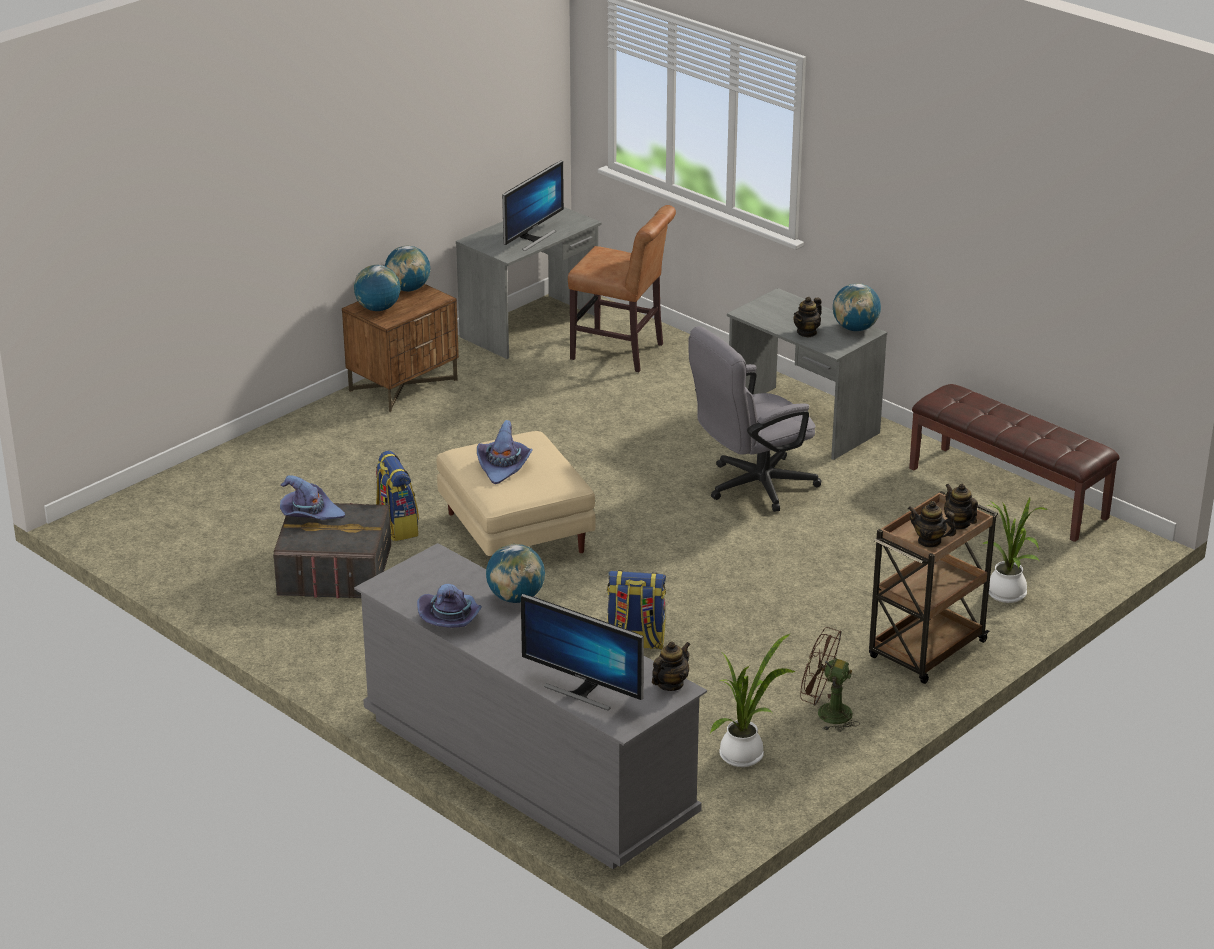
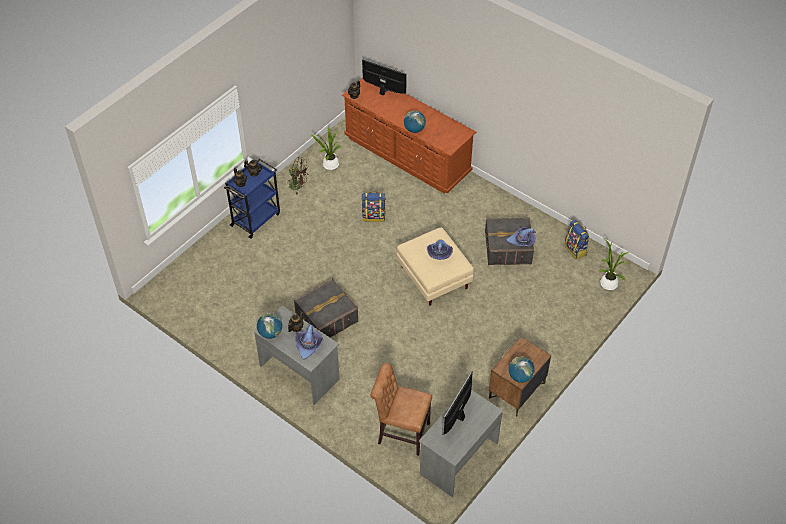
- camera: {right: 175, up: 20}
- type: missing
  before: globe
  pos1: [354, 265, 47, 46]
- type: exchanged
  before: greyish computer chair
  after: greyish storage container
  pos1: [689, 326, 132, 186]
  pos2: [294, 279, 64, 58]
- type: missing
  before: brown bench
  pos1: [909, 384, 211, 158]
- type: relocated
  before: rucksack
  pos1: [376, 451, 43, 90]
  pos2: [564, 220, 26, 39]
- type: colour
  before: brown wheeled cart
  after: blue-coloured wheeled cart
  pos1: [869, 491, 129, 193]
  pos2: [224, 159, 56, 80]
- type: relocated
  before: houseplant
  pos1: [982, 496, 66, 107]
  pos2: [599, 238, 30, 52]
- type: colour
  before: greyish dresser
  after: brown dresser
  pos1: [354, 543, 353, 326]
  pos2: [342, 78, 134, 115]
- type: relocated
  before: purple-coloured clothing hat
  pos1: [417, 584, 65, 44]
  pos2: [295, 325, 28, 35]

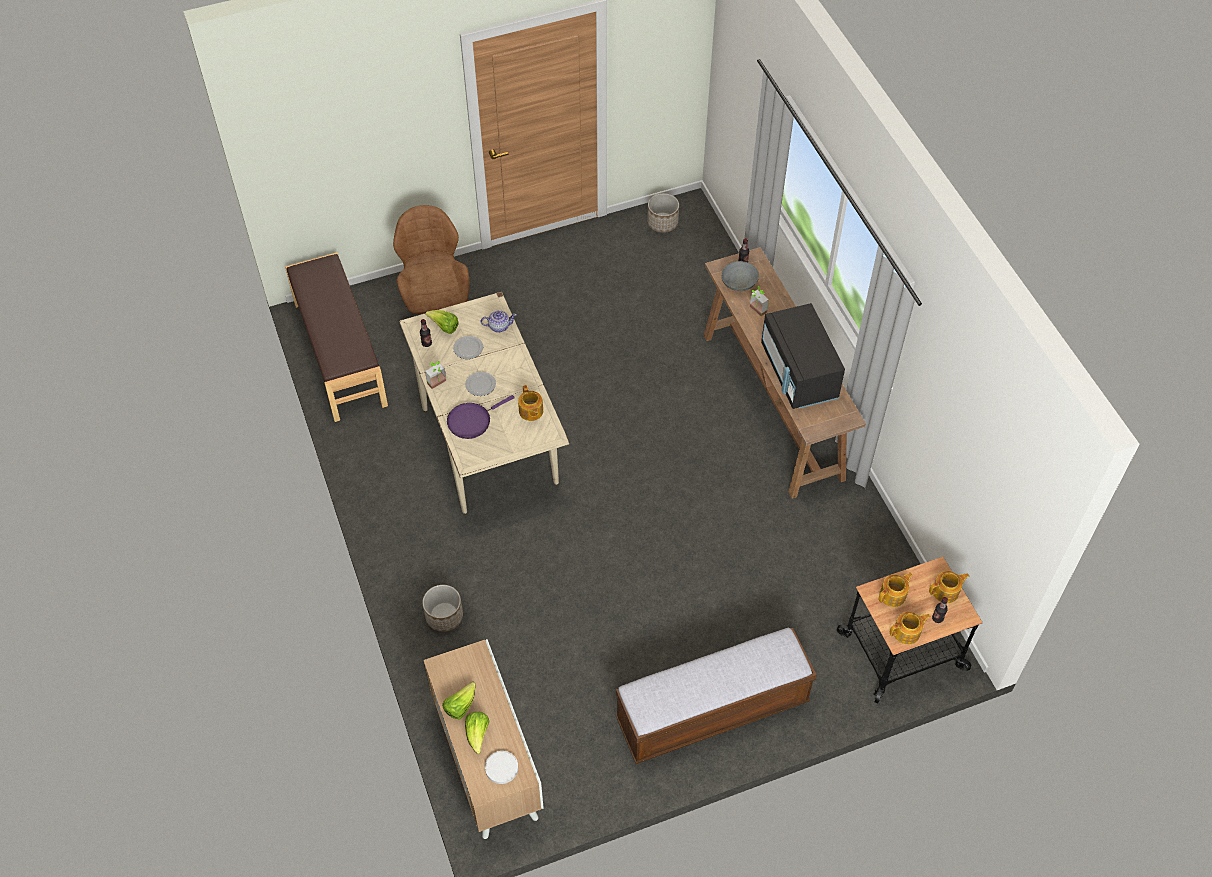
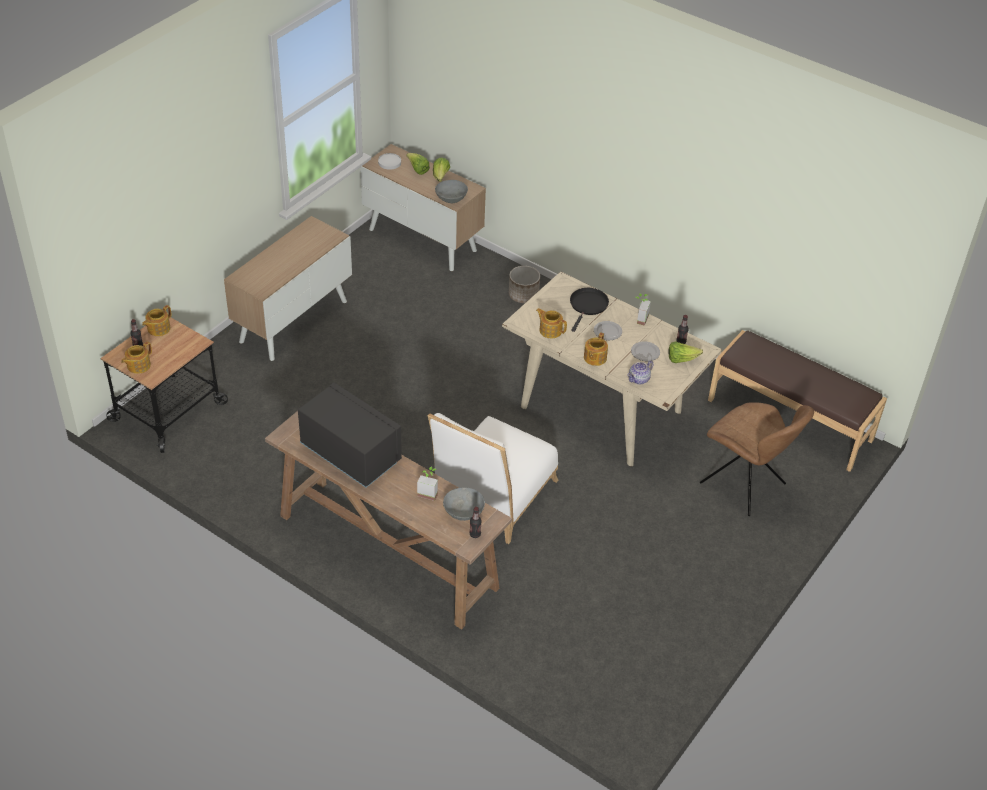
- camera: {right: 145, up: -10}
- type: missing
  before: plant pot
  pos1: [647, 193, 32, 40]
- type: colour
  before: purple-coloured frying pan
  after: black-coloured frying pan
  pos1: [447, 395, 68, 44]
  pos2: [570, 288, 39, 44]
- type: relocated
  before: tea pot
  pos1: [878, 573, 35, 34]
  pos2: [584, 332, 24, 34]
- type: exchanged
  before: bench
  after: storage cabinet
  pos1: [616, 628, 201, 136]
  pos2: [224, 216, 128, 145]
- type: appeared
  after: greyish deep dish
  pos2: [435, 180, 33, 23]
- type: appeared
  after: white-coloured chair
  pos2: [427, 413, 131, 131]

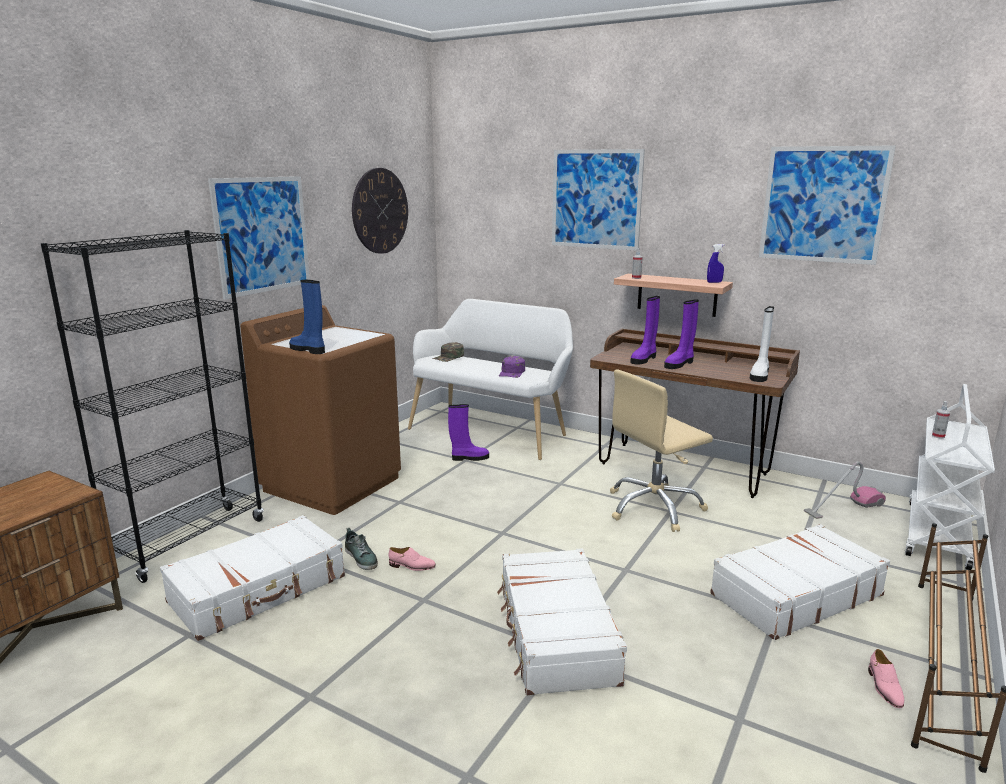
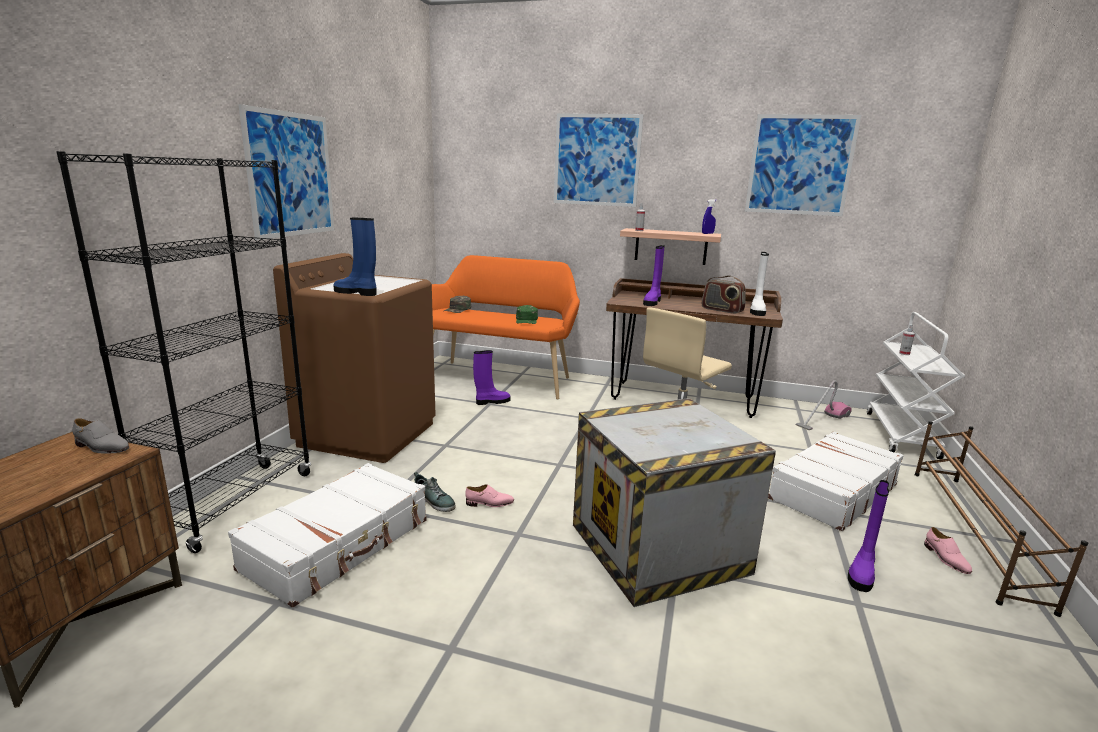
- camera: {right: -15, up: 0}
- type: missing
  before: hanging clock
  pos1: [352, 168, 56, 86]
- type: colour
  before: white-coloured bench
  after: orange-coloured bench
  pos1: [408, 299, 165, 161]
  pos2: [432, 255, 148, 145]
- type: relocated
  before: purple-coloured high-top boot
  pos1: [664, 299, 35, 70]
  pos2: [848, 480, 41, 112]
- type: colour
  before: purple-coloured baseball cap
  after: green baseball cap
  pos1: [499, 356, 26, 22]
  pos2: [516, 305, 22, 19]
- type: exchanged
  before: white-coloured travel case
  after: packing crate
  pos1: [497, 548, 130, 147]
  pos2: [573, 398, 203, 209]
- type: appeared
  after: radio set
  pos2: [702, 275, 44, 39]
- type: appeared
  after: greyish item of footwear
  pos2: [72, 418, 57, 35]

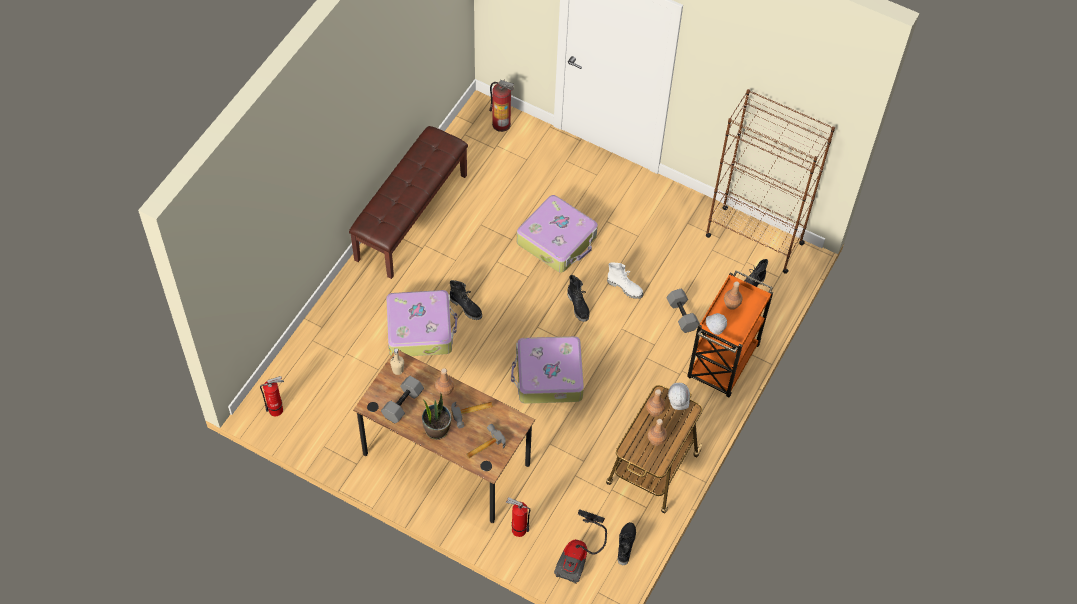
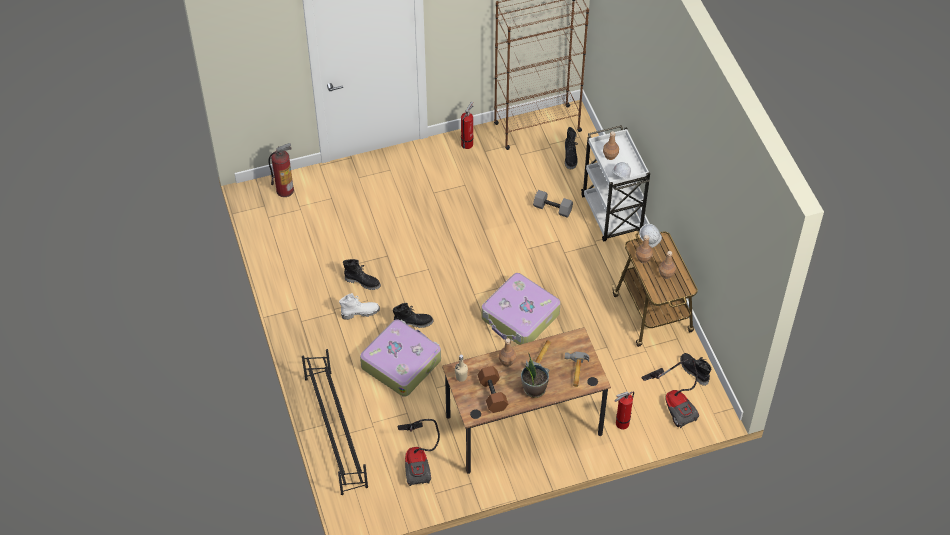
- camera: {right: -45, up: -5}
- type: missing
  before: brown bench
  pos1: [349, 126, 119, 153]
- type: missing
  before: travel case
  pos1: [517, 195, 81, 78]
- type: relocated
  before: white-coloured high-top boot
  pos1: [607, 263, 36, 36]
  pos2: [339, 293, 41, 27]
- type: colour
  before: orange-coloured wheeled cart
  after: white-coloured wheeled cart
  pos1: [687, 270, 86, 127]
  pos2: [581, 125, 69, 117]
- type: relocated
  before: black-coloured high-top boot
  pos1: [567, 275, 22, 47]
  pos2: [343, 259, 38, 31]
- type: relocated
  before: fire-fighting cylinder
  pos1: [260, 376, 24, 40]
  pos2: [461, 102, 13, 47]
- type: colour
  before: greyish free weight
  after: brown free weight
  pos1: [381, 376, 43, 48]
  pos2: [477, 366, 31, 47]
- type: appeared
  after: black-coloured shoe stand
  pos2: [302, 349, 66, 146]
- type: appeared
  after: vacuum
  pos2: [398, 419, 42, 67]

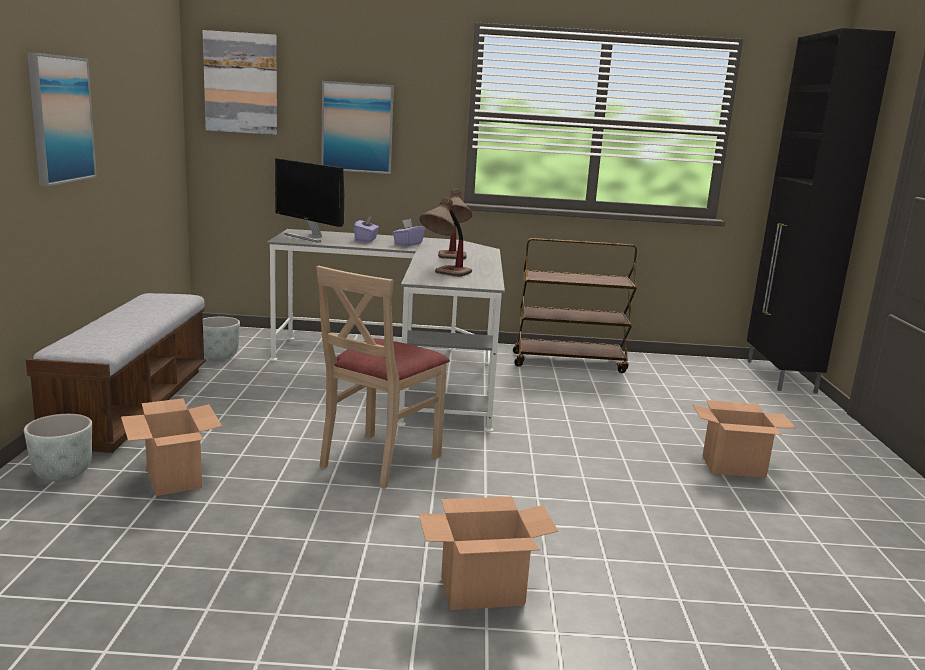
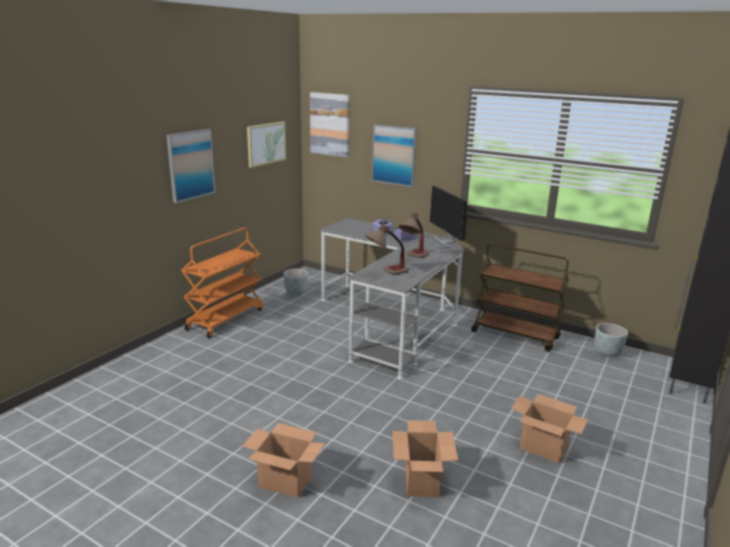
- camera: {right: 30, up: 5}
- type: relocated
  before: computer display
  pos1: [275, 158, 69, 84]
  pos2: [430, 186, 37, 62]
- type: missing
  before: beige-coloured chair
  pos1: [316, 266, 134, 223]
- type: exchanged
  before: bench
  after: orange-coloured wheeled cart
  pos1: [26, 293, 180, 160]
  pos2: [181, 228, 82, 110]
- type: relocated
  before: cardboard box
  pos1: [121, 398, 101, 98]
  pos2: [392, 420, 66, 77]
- type: relocated
  before: greyish plant pot
  pos1: [24, 414, 68, 68]
  pos2: [595, 323, 33, 34]
- type: appeared
  after: picture
  pos2: [247, 121, 39, 47]

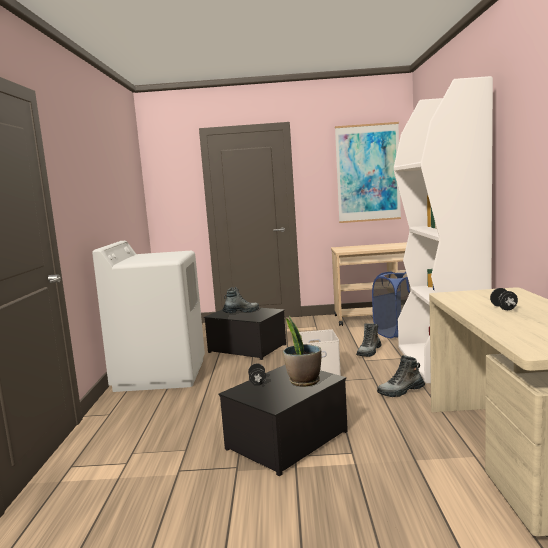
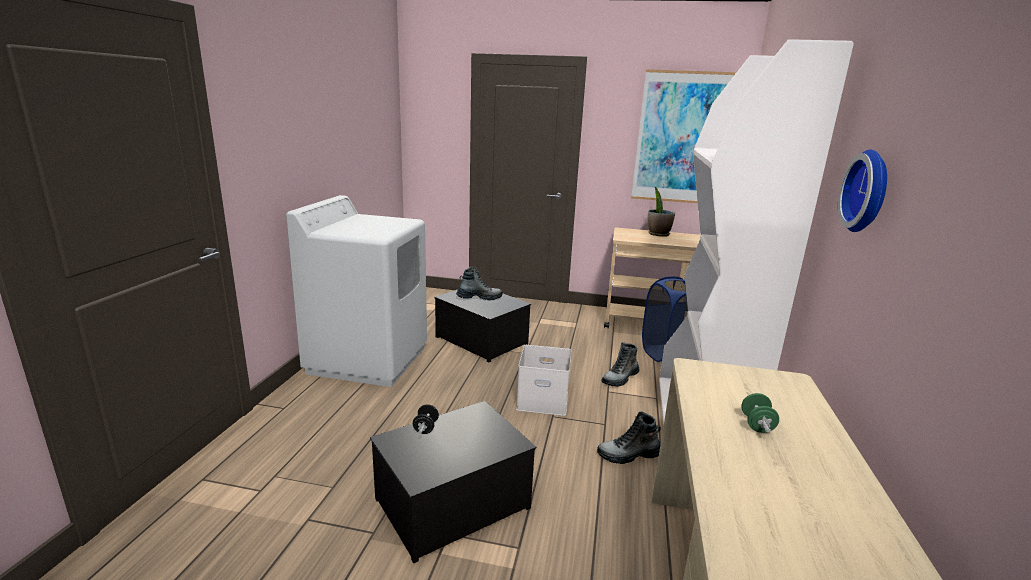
- camera: {right: 10, up: 10}
- type: colour
  before: black-coloured free weight
  after: green free weight
  pos1: [490, 288, 28, 22]
  pos2: [741, 393, 38, 40]
- type: relocated
  before: houseplant
  pos1: [283, 316, 38, 71]
  pos2: [648, 187, 27, 50]
- type: appeared
  after: hanging clock
  pos2: [838, 150, 49, 82]

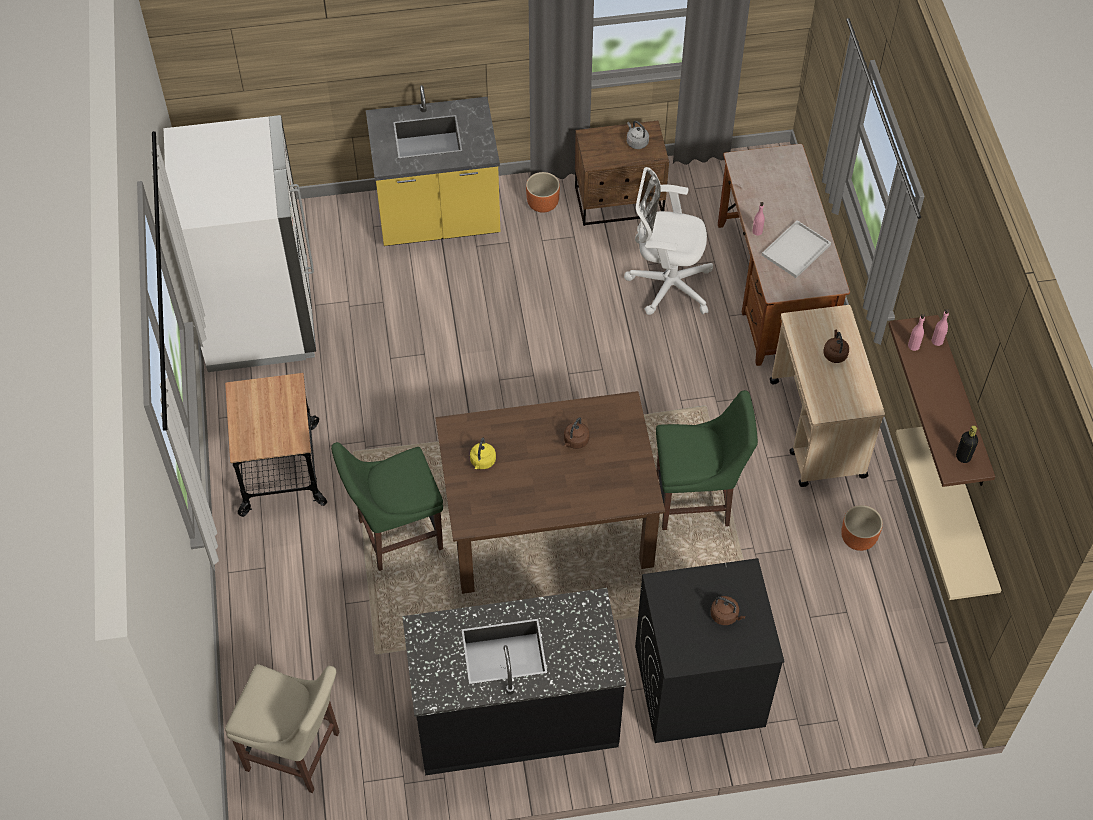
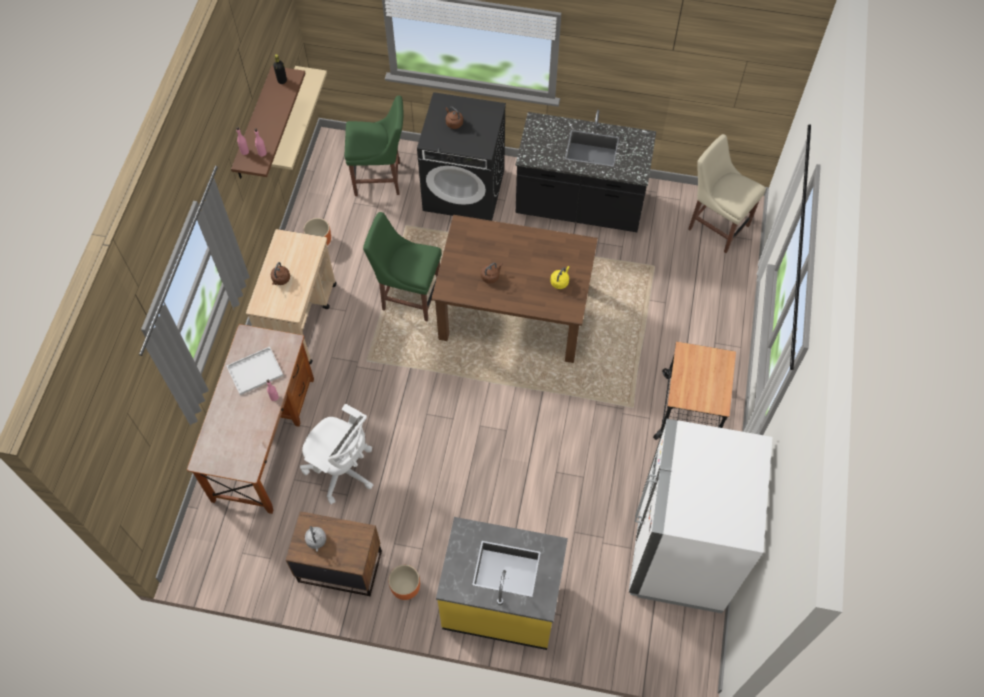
- camera: {right: -160, up: 5}
- type: relocated
  before: green chair
  pos1: [331, 442, 112, 129]
  pos2: [344, 96, 59, 100]

